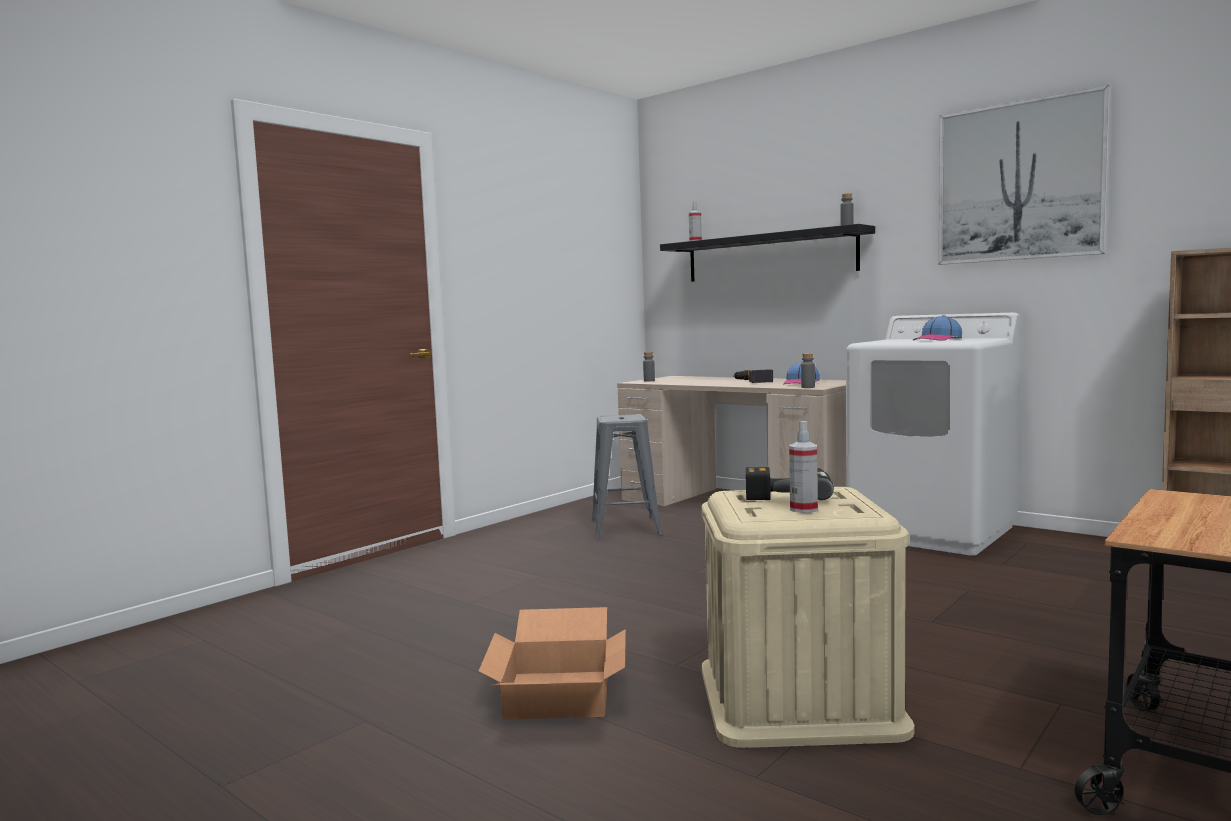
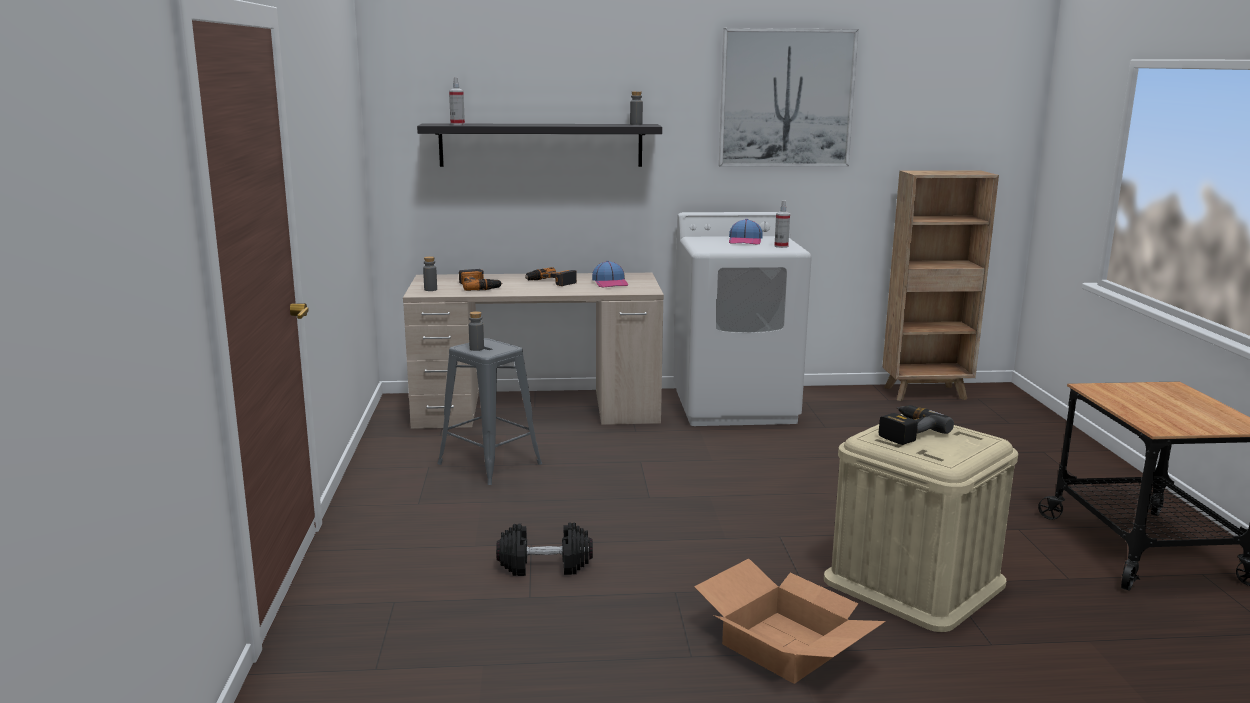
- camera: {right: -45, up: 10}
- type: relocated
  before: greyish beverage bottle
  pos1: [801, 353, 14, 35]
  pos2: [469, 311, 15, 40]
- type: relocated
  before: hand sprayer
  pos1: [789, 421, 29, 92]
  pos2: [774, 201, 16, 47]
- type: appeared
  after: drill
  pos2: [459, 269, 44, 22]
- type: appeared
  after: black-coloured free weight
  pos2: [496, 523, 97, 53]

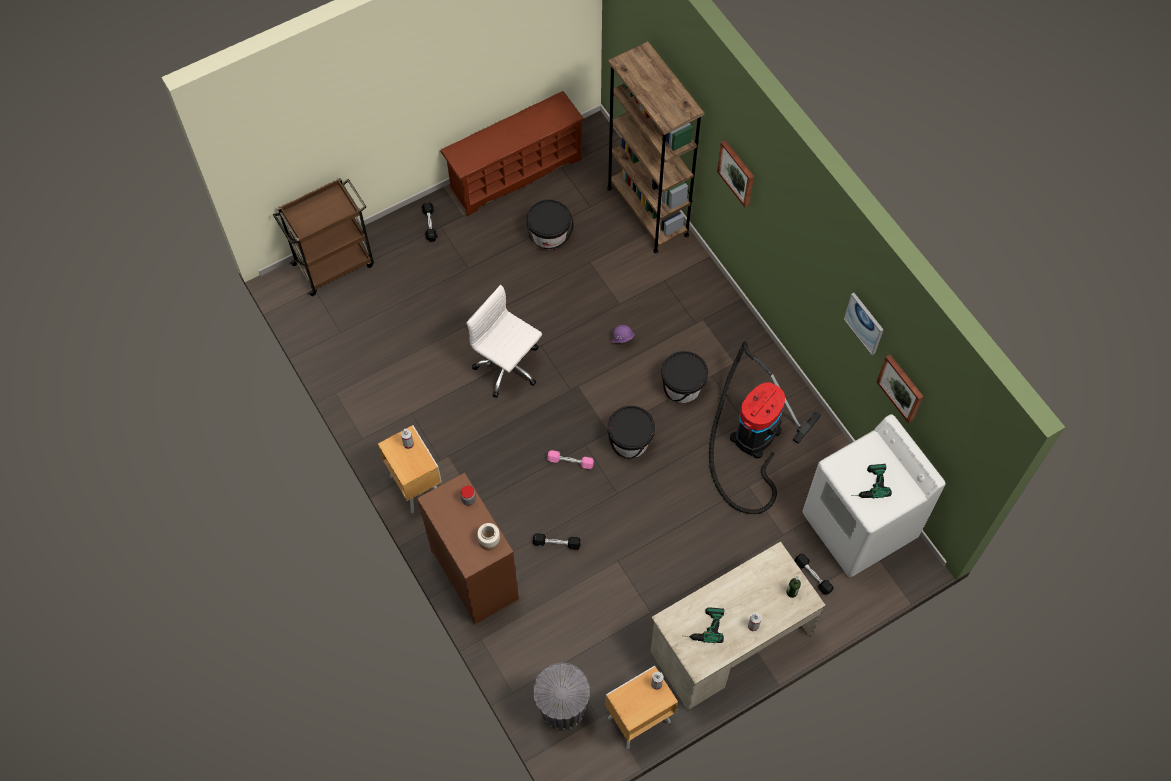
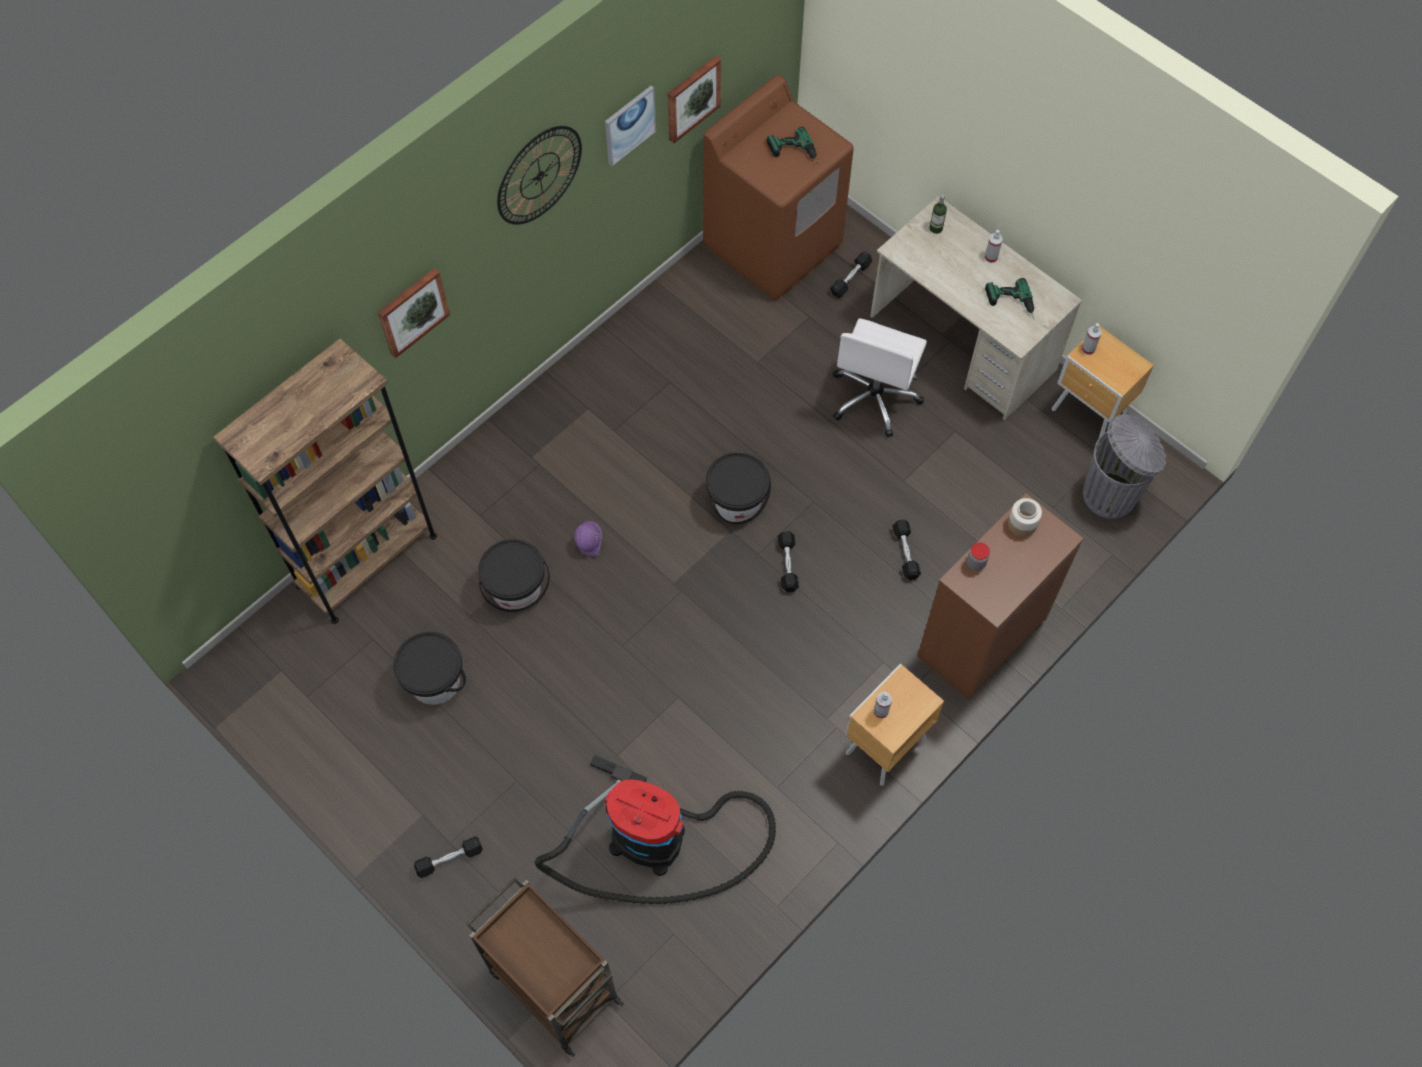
- camera: {right: -105, up: 0}
- type: missing
  before: brown shoe stand
  pos1: [440, 91, 145, 125]
- type: relocated
  before: white-coloured computer chair
  pos1: [467, 285, 75, 113]
  pos2: [833, 318, 94, 119]
- type: relocated
  before: vacuum
  pos1: [709, 341, 112, 173]
  pos2: [535, 755, 241, 149]
- type: relocated
  before: black-coloured bucket
  pos1: [661, 351, 47, 52]
  pos2: [478, 539, 72, 73]
- type: colour
  before: white-coloured washing machine
  after: brown washing machine
  pos1: [803, 414, 143, 163]
  pos2: [703, 75, 151, 225]
- type: colour
  before: pink-coloured free weight
  after: black-coloured free weight
  pos1: [547, 450, 47, 19]
  pos2: [778, 531, 21, 61]
- type: appeared
  after: hanging clock
  pos2: [497, 126, 85, 99]

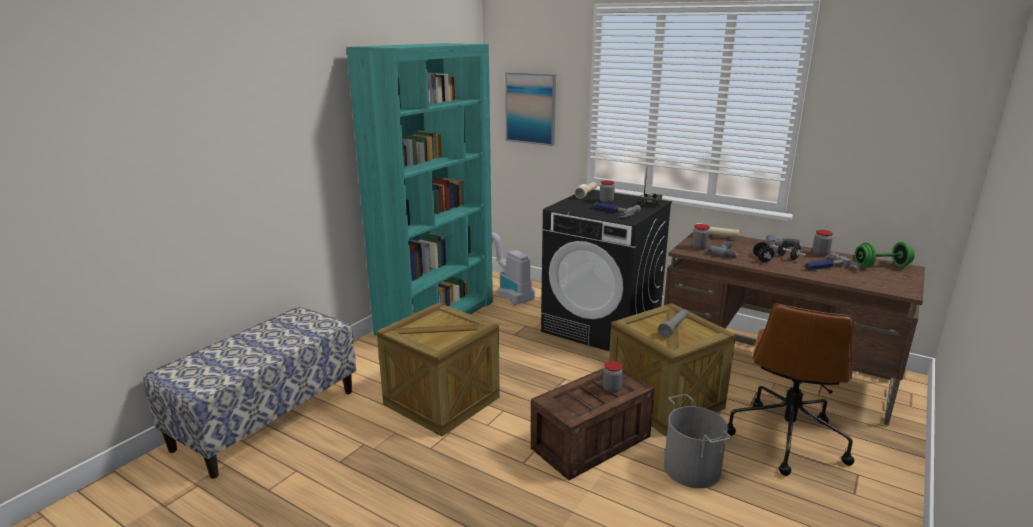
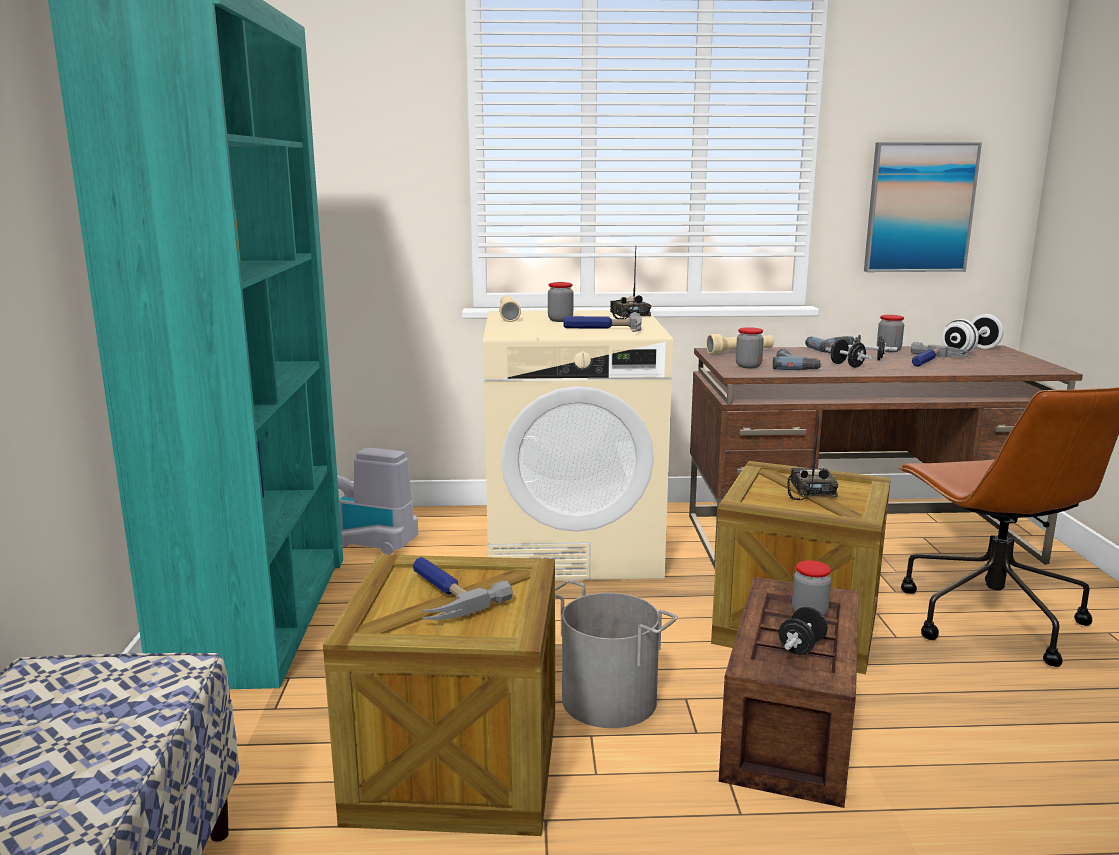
- camera: {right: -35, up: -5}
- type: relocated
  before: picture
  pos1: [505, 72, 51, 74]
  pos2: [864, 142, 118, 130]
- type: colour
  before: black-coloured washing machine
  after: beige-coloured washing machine
  pos1: [541, 190, 131, 162]
  pos2: [483, 310, 190, 271]
- type: colour
  before: green free weight
  after: white-coloured free weight
  pos1: [855, 242, 60, 26]
  pos2: [942, 314, 62, 40]
- type: exchanged
  before: greyish torch
  after: radio set
  pos1: [658, 309, 30, 28]
  pos2: [787, 418, 51, 82]
- type: relocated
  before: greyish bucket
  pos1: [664, 394, 68, 94]
  pos2: [555, 580, 123, 148]
- type: appeared
  after: hammer
  pos2: [413, 557, 100, 63]
- type: appeared
  after: black-coloured free weight
  pos2: [779, 607, 48, 48]

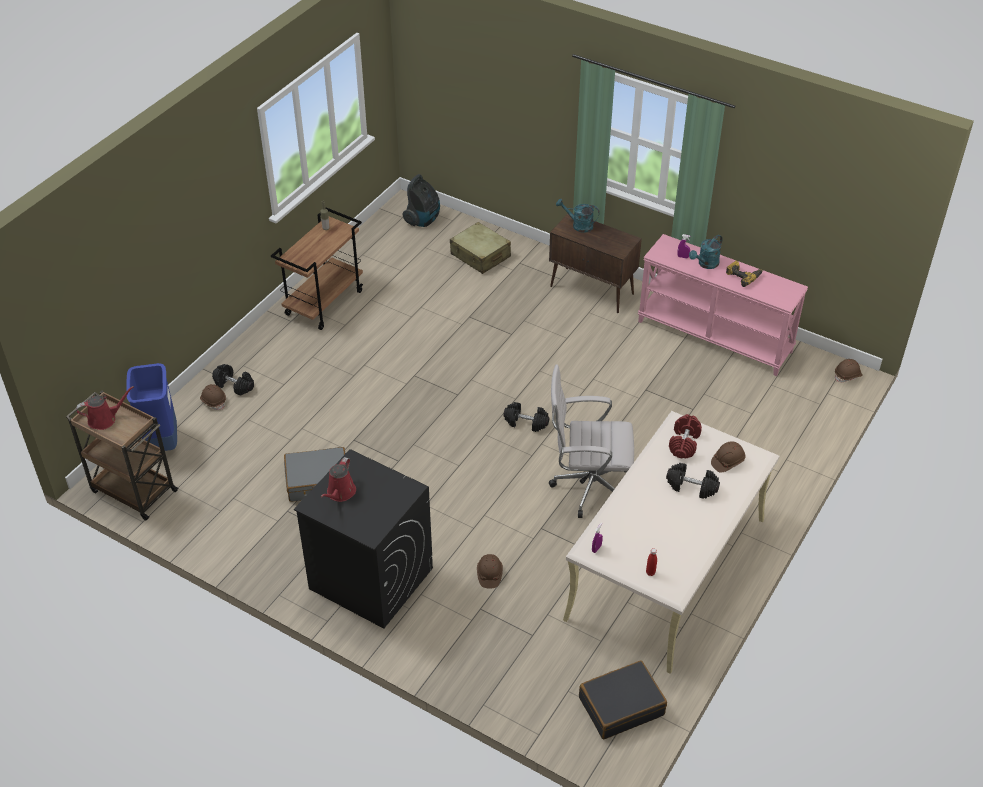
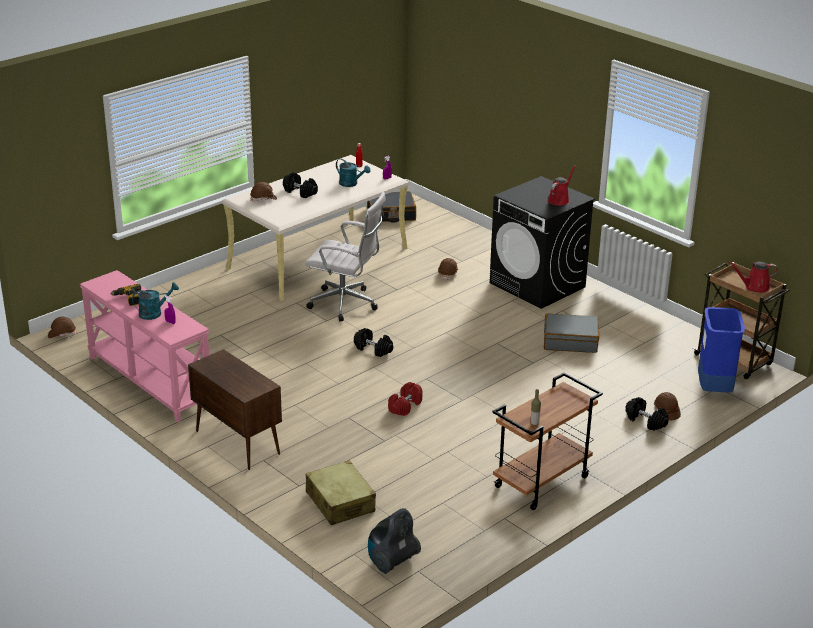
- camera: {right: -165, up: -15}
- type: relocated
  before: turquoise watering pot
  pos1: [556, 199, 44, 34]
  pos2: [336, 159, 34, 28]
- type: relocated
  before: red free weight
  pos1: [669, 414, 33, 45]
  pos2: [388, 382, 34, 34]

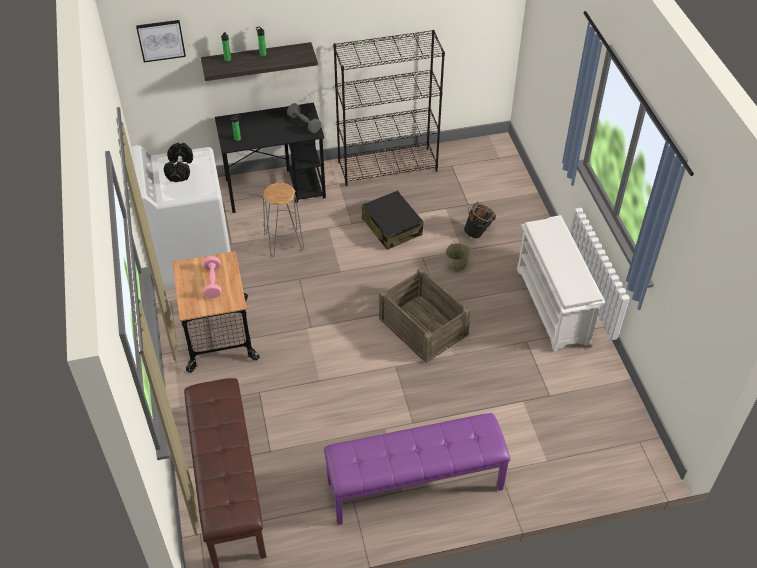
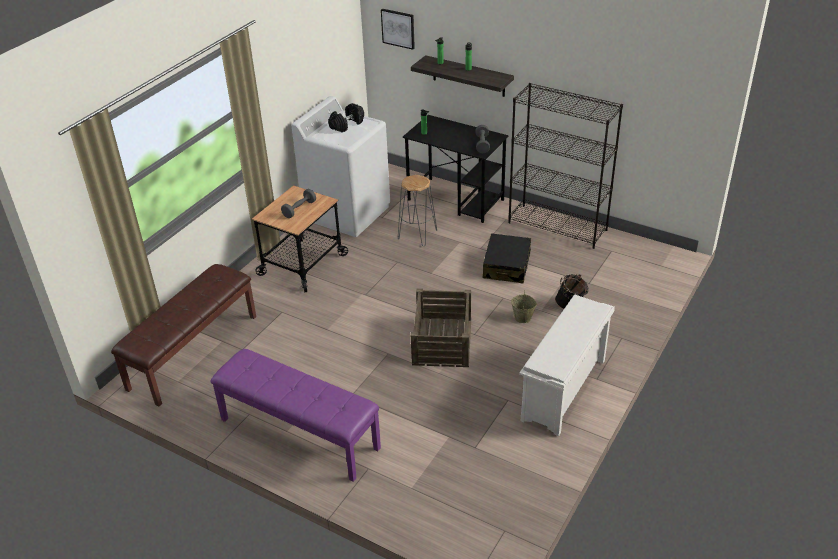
- camera: {right: 45, up: -10}
- type: colour
  before: pink-coloured free weight
  after: greyish free weight
  pos1: [204, 256, 17, 42]
  pos2: [281, 189, 35, 29]

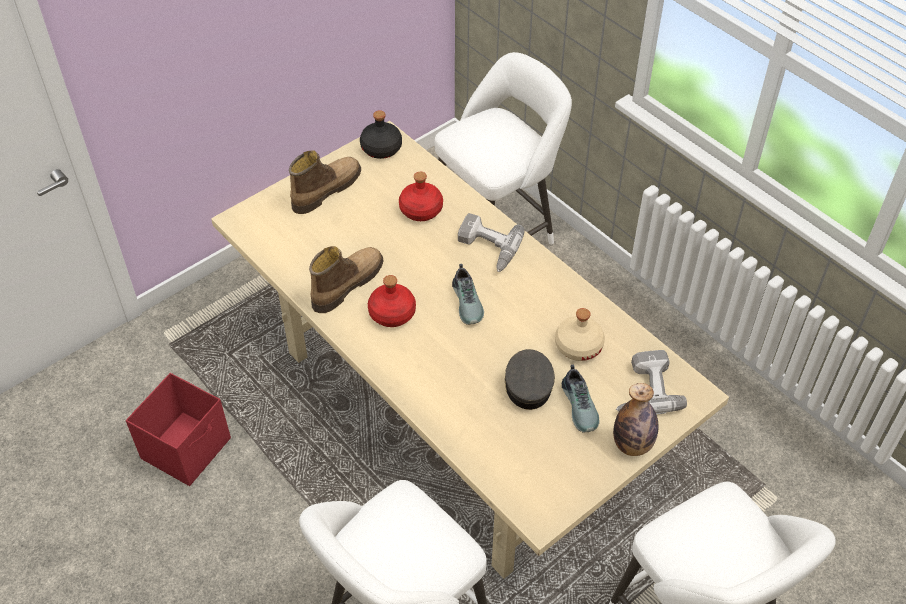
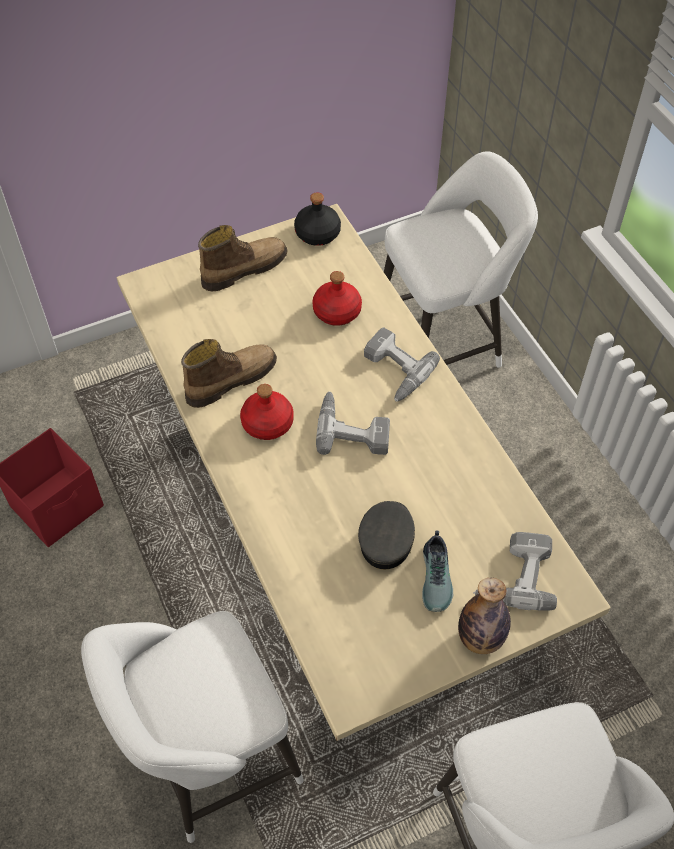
- camera: {right: 15, up: 5}
- type: exchanged
  before: item of footwear
  after: drill
  pos1: [452, 264, 32, 61]
  pos2: [316, 391, 74, 64]
- type: missing
  before: beige-coloured beverage bottle
  pos1: [555, 308, 50, 53]

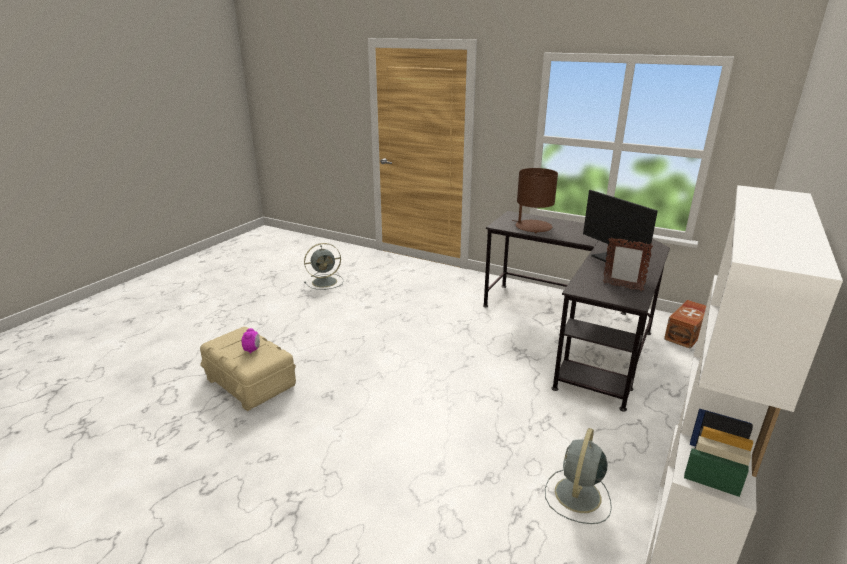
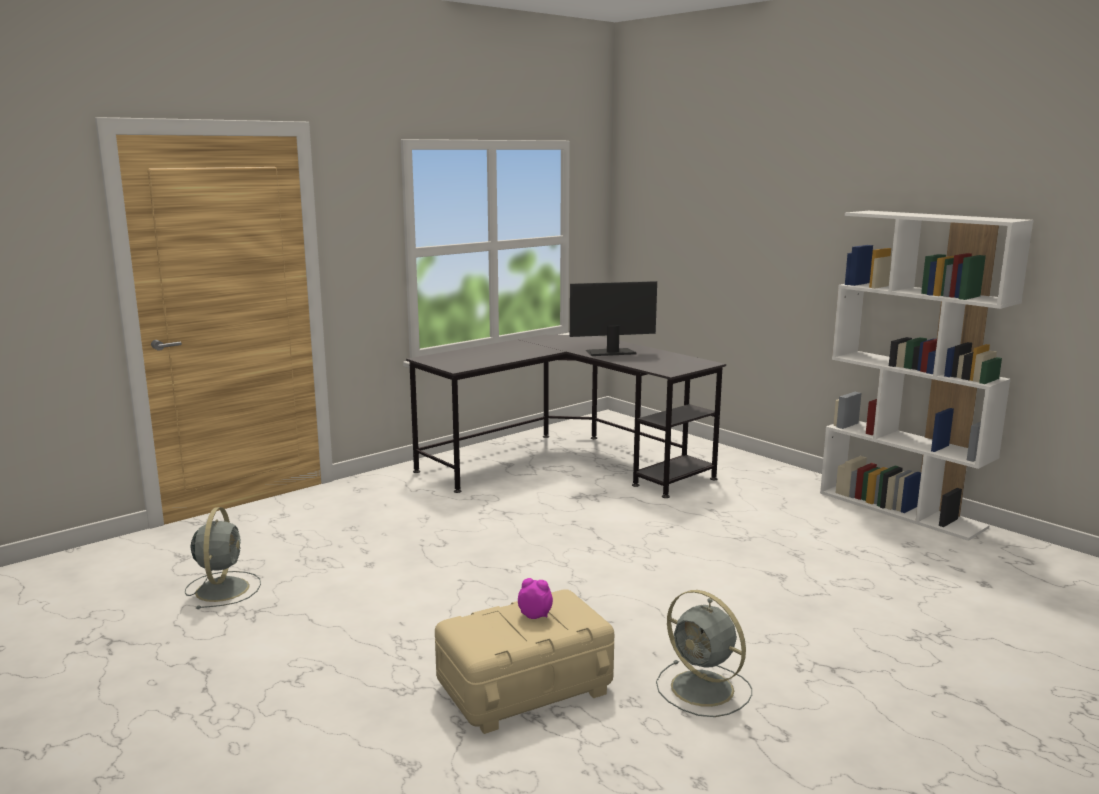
- camera: {right: -70, up: -10}
- type: missing
  before: brown tabletop lamp
  pos1: [512, 168, 46, 65]
- type: missing
  before: picture frame
  pos1: [603, 237, 50, 54]
- type: missing
  before: brown storage container
  pos1: [664, 300, 42, 49]
- type: relocated
  before: greyish cooling fan
  pos1: [545, 428, 67, 96]
  pos2: [656, 590, 96, 127]

